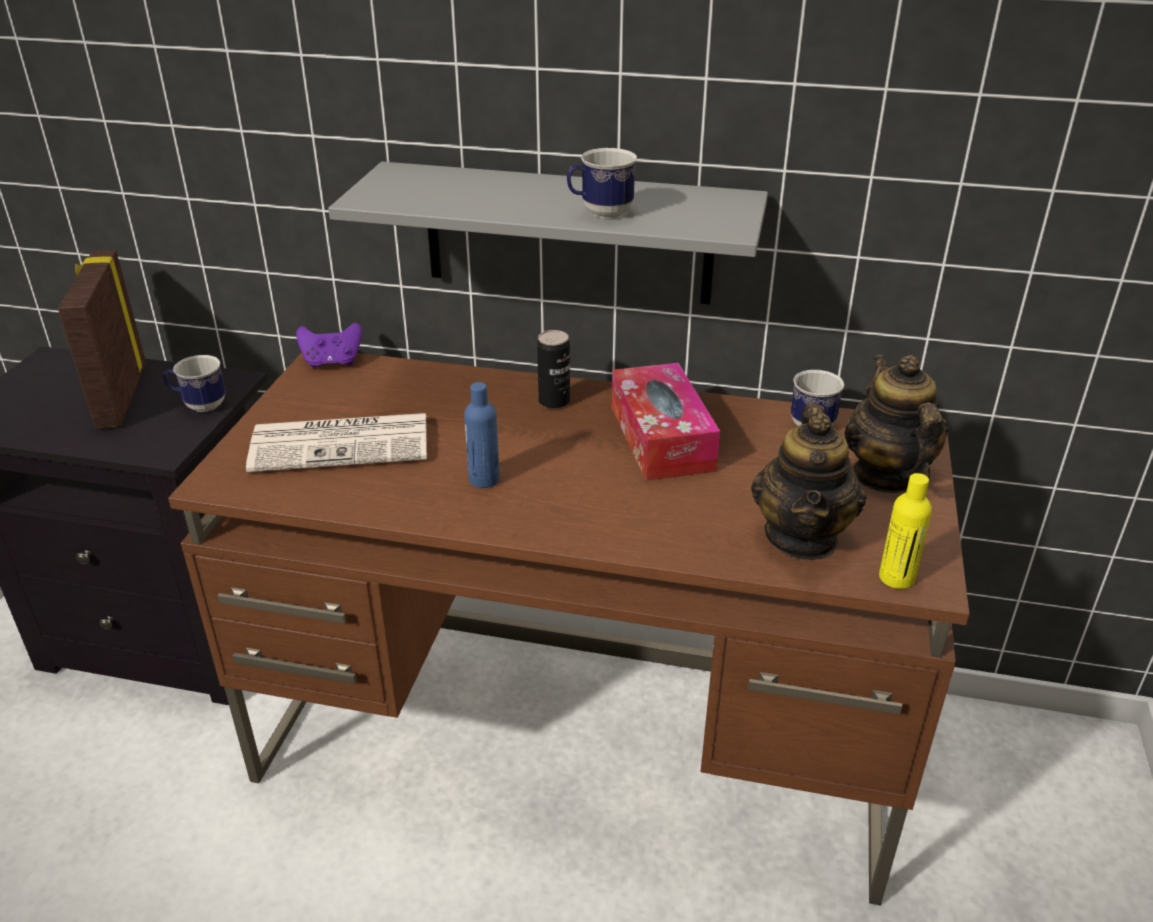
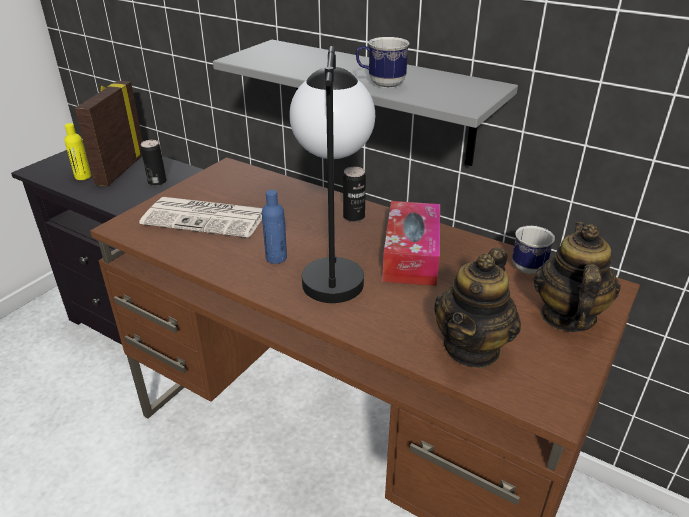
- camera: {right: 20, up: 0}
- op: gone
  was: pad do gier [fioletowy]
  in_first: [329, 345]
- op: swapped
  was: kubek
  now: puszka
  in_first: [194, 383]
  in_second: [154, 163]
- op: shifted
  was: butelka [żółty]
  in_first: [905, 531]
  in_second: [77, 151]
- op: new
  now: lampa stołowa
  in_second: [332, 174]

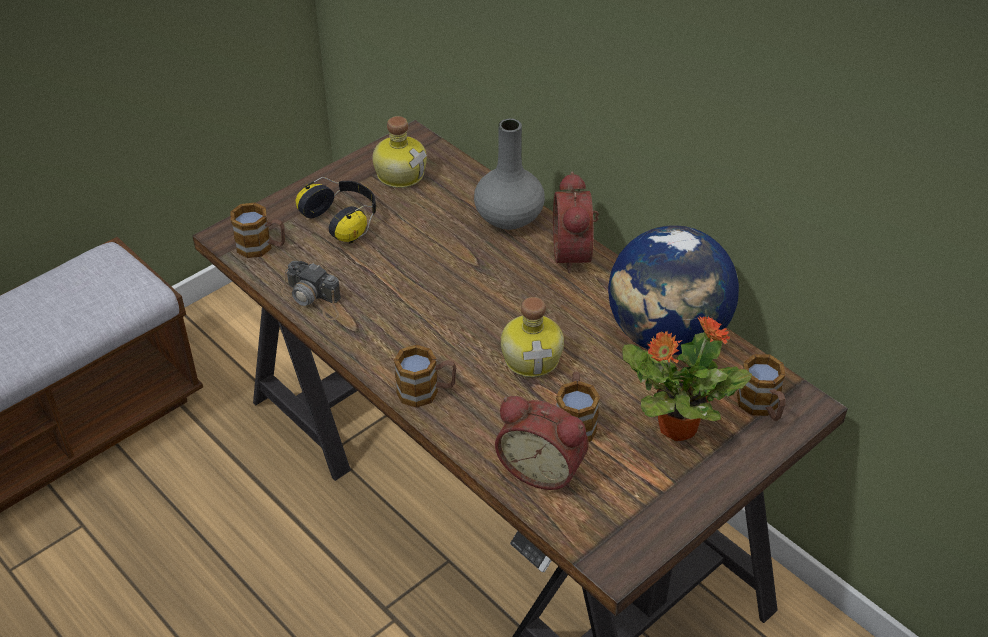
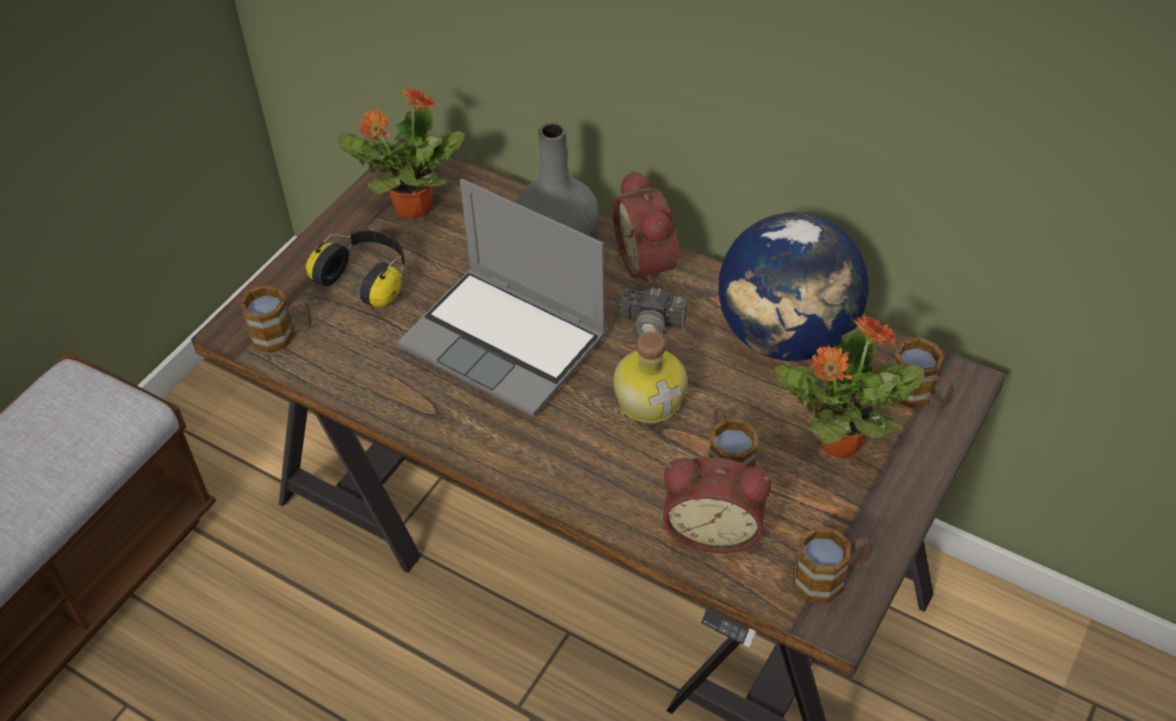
- camera: {right: -15, up: 5}
- op: swapped
  was: butelka
  now: roślina doniczkowa
  in_first: [399, 152]
  in_second: [401, 153]
- op: shifted
  was: aparat fotograficzny
  in_first: [311, 290]
  in_second: [655, 318]
- op: shifted
  was: kubek
  in_first: [425, 376]
  in_second: [832, 565]
- op: new
  now: laptop
  in_second: [501, 298]

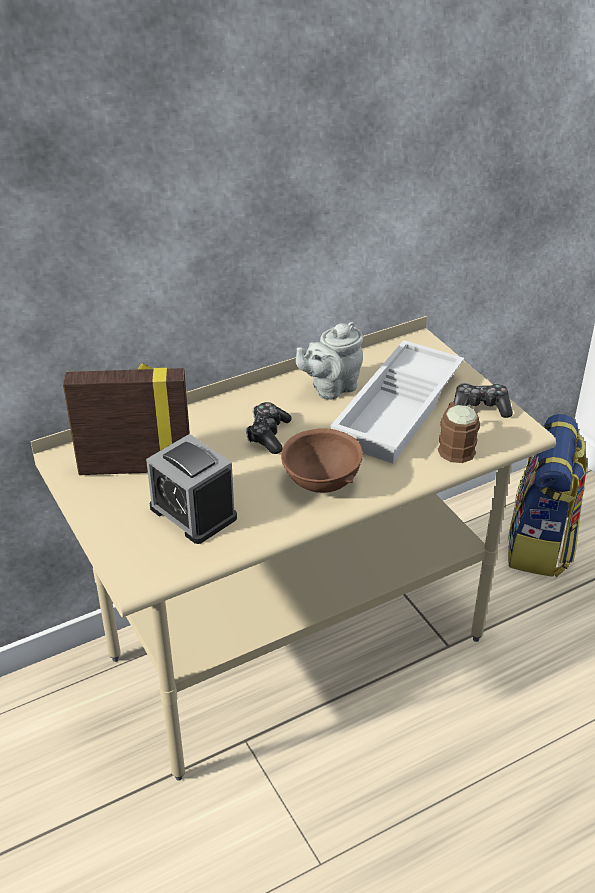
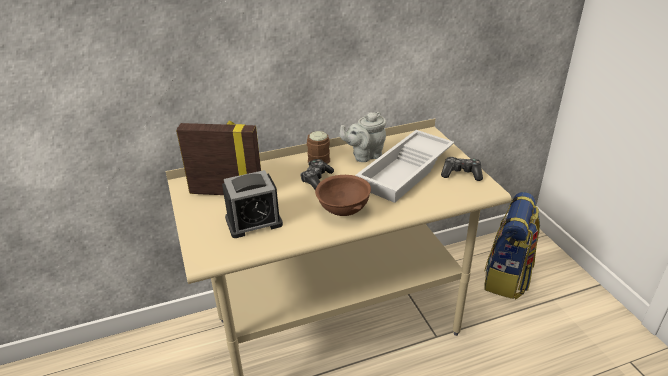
- camera: {right: 10, up: -5}
- op: shifted
  was: kubek [brązowy]
  in_first: [459, 432]
  in_second: [318, 147]
- op: rotated
  was: budzik
  in_first: [191, 489]
  in_second: [252, 204]
  clockwise: -75

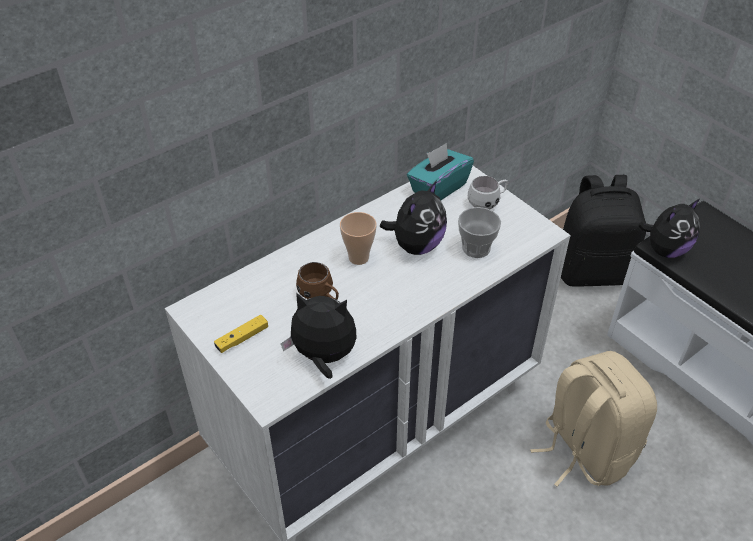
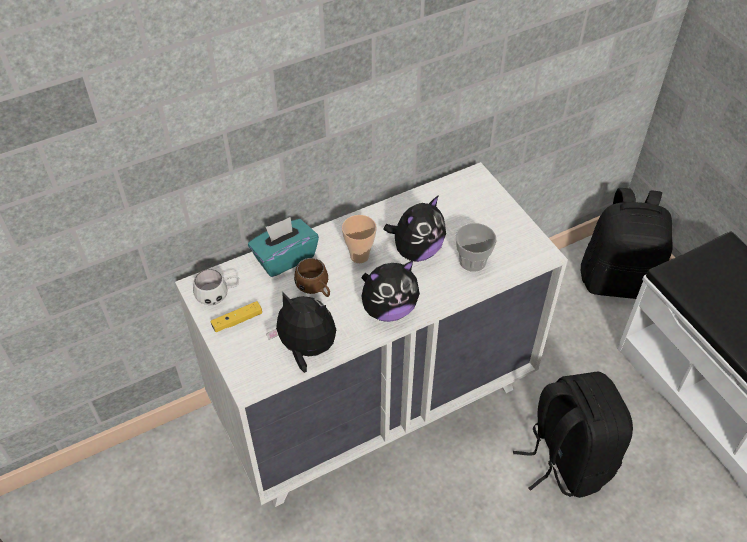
- camera: {right: 10, up: 5}
- op: shifted
  was: pudełko chusteczek [turkusowy]
  in_first: [440, 171]
  in_second: [283, 247]
- op: shifted
  was: kubek [biały]
  in_first: [488, 192]
  in_second: [216, 287]
- op: shifted
  was: pluszak
  in_first: [669, 228]
  in_second: [390, 291]
- op: repainted
  was: plecak [beżowy]
  now: plecak [czarny]
  in_first: [593, 419]
  in_second: [573, 435]

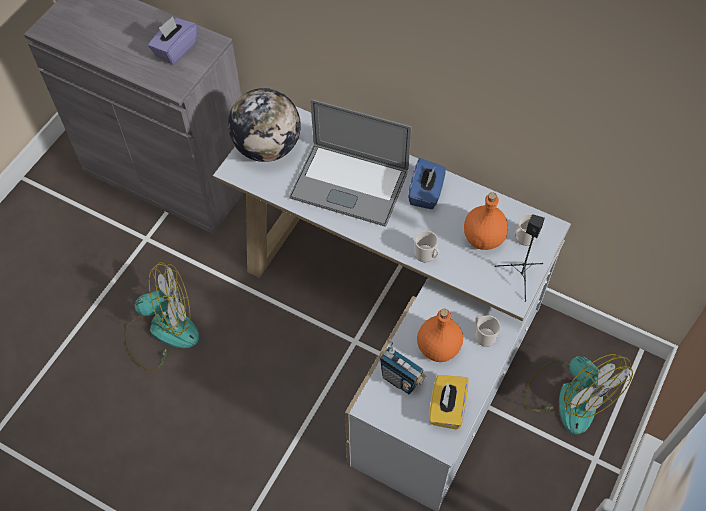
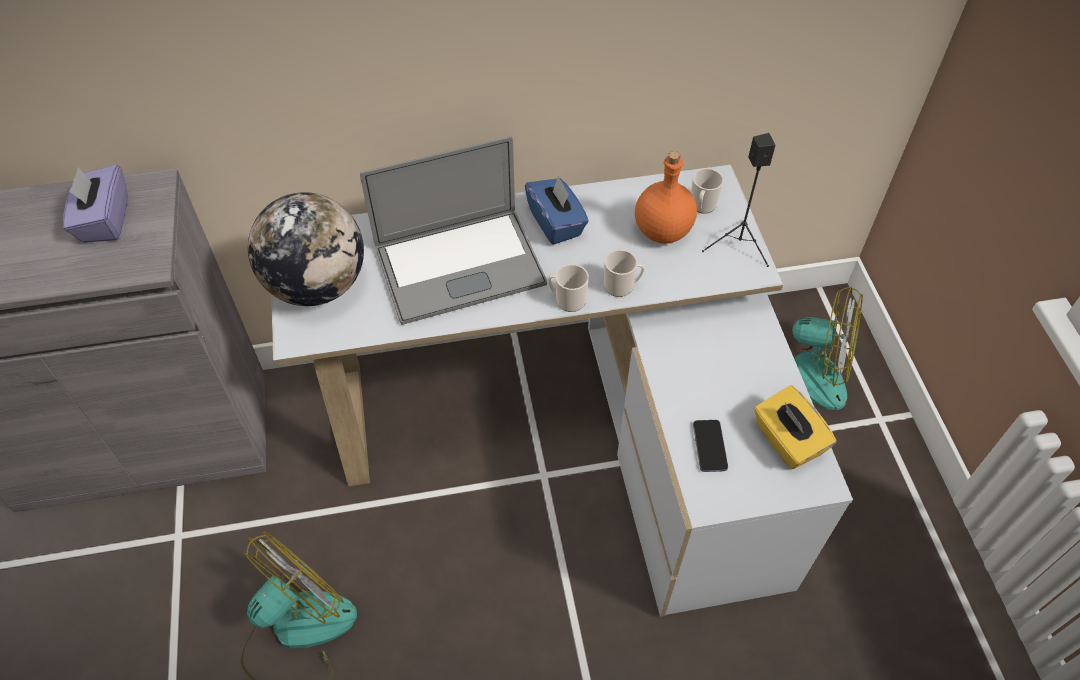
- camera: {right: -40, up: -5}
- op: gone
  was: butelka [pomarańczowy]
  in_first: [440, 335]
- op: shifted
  was: kubek
  in_first: [488, 331]
  in_second: [568, 288]
- op: swapped
  was: radio
  now: telefon
  in_first: [402, 367]
  in_second: [710, 446]

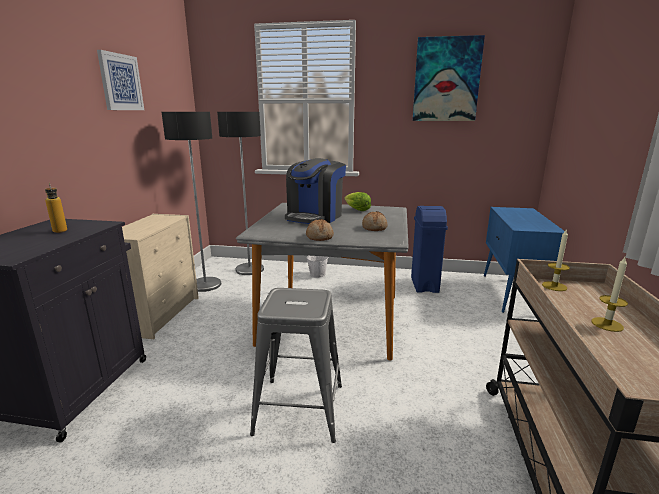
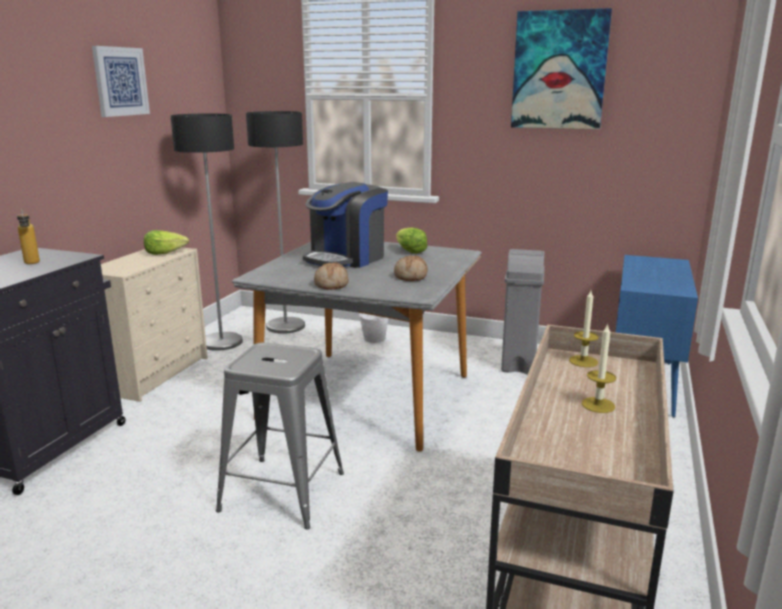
- camera: {right: 10, up: 0}
- op: repainted
  was: kosz na śmieci [niebieski]
  now: kosz na śmieci [szary]
  in_first: [429, 249]
  in_second: [523, 311]
- op: new
  now: sałata
  in_second: [166, 242]

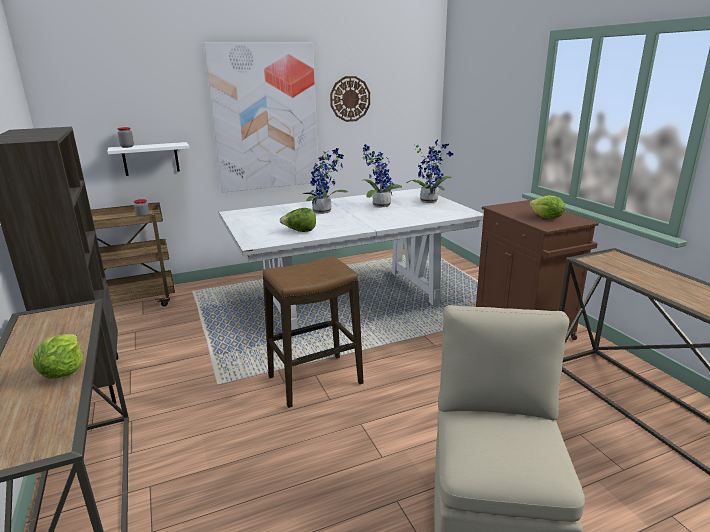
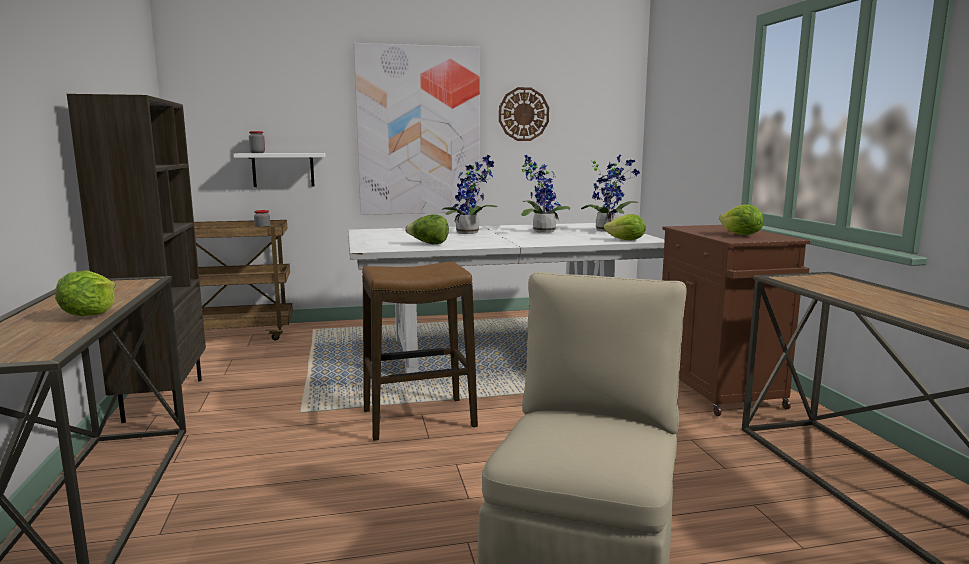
- camera: {right: 10, up: -10}
- op: new
  now: sałata
  in_second: [625, 227]

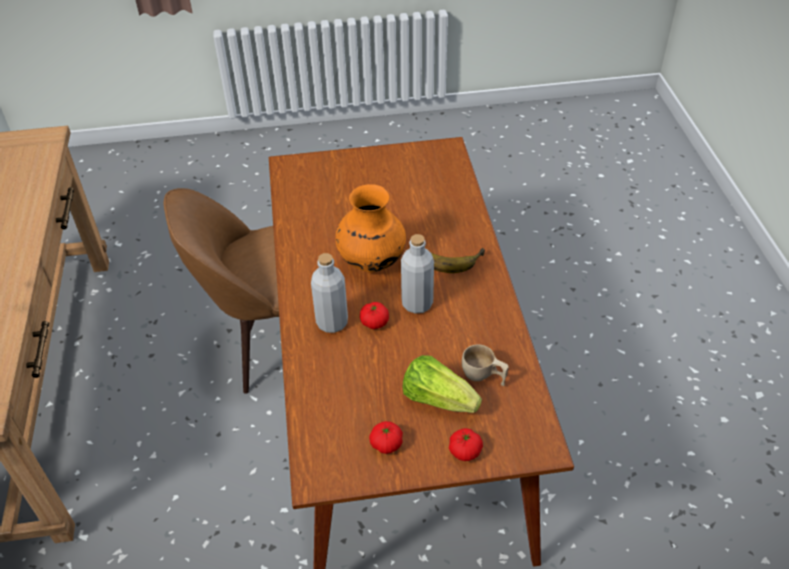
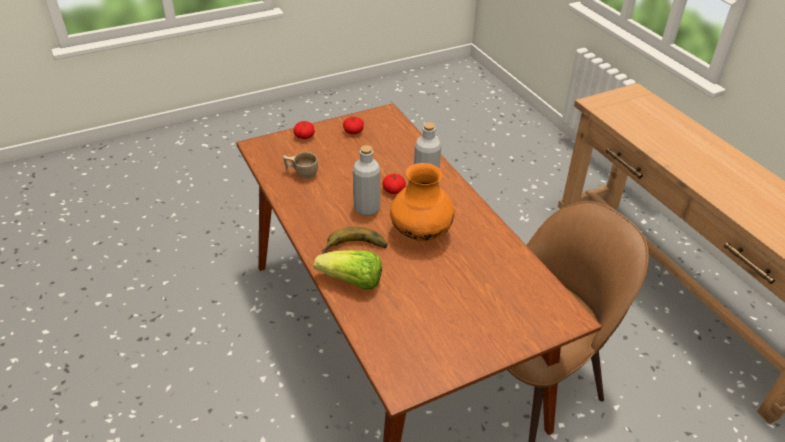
- camera: {right: 160, up: -5}
- op: shifted
  was: sałata
  in_first: [442, 384]
  in_second: [348, 270]

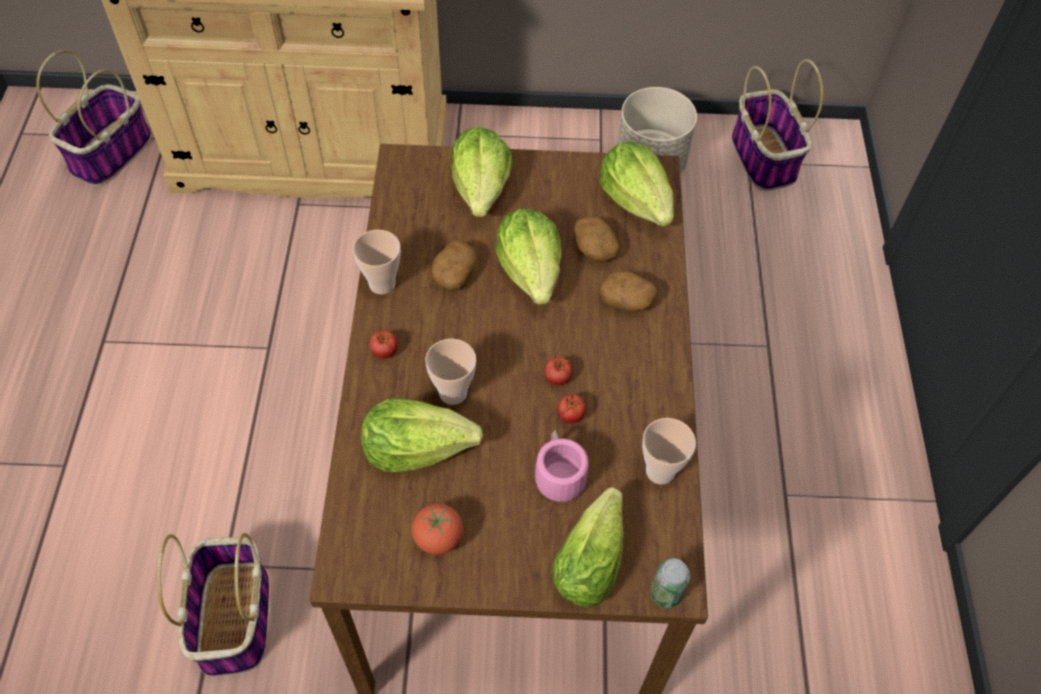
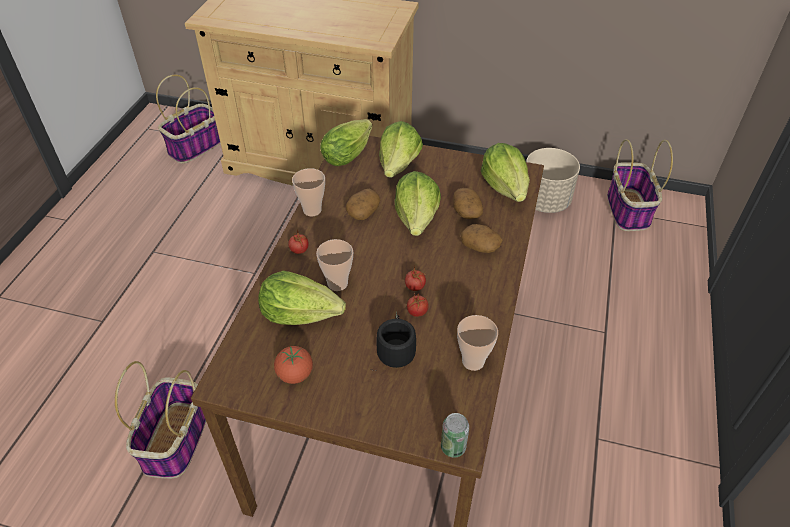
- camera: {right: 15, up: -10}
- op: repainted
  was: kubek [różowy]
  now: kubek [czarny]
  in_first: [561, 470]
  in_second: [396, 340]
- op: shifted
  was: sałata
  in_first: [587, 547]
  in_second: [346, 142]

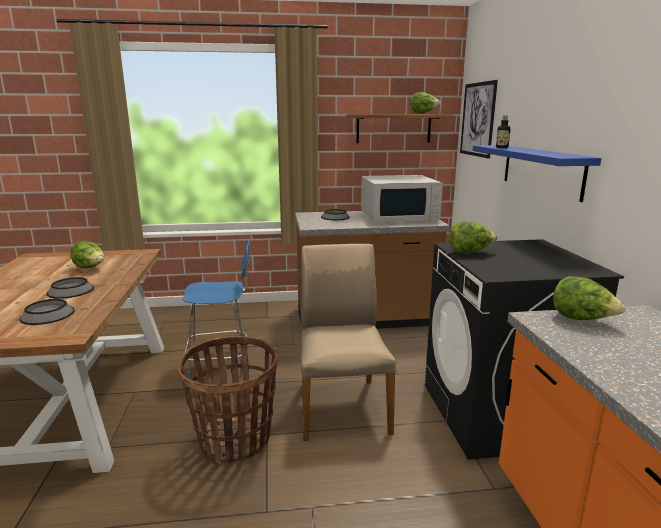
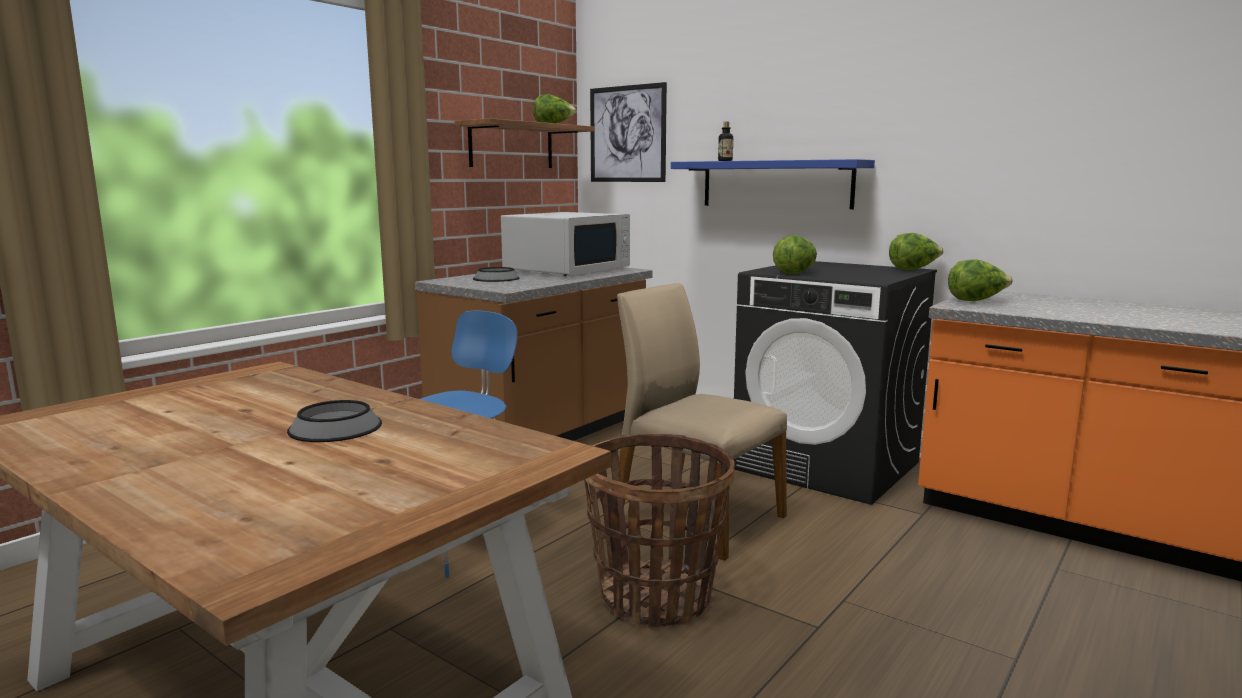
- camera: {right: -45, up: -5}
- op: shifted
  was: sałata
  in_first: [87, 254]
  in_second: [916, 251]
- op: gone
  was: miska
  in_first: [47, 312]

